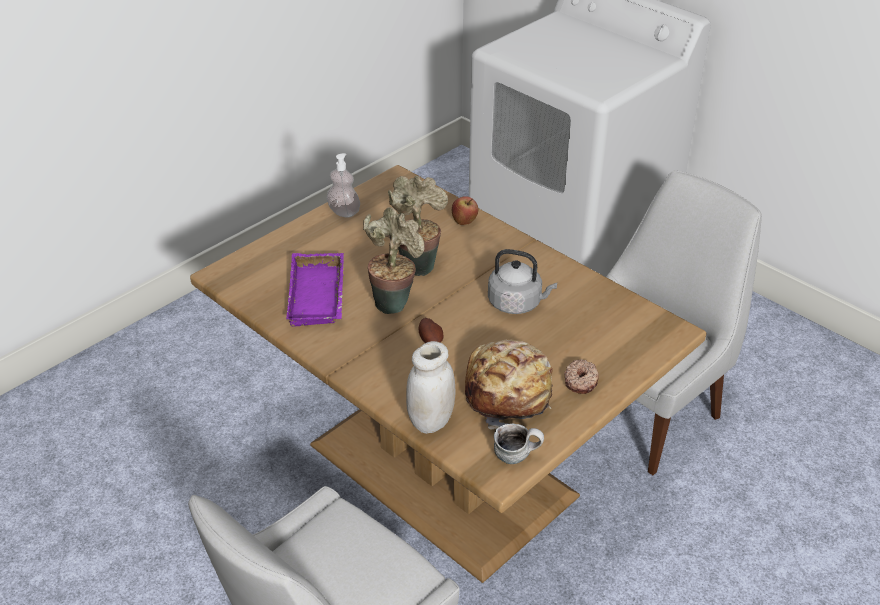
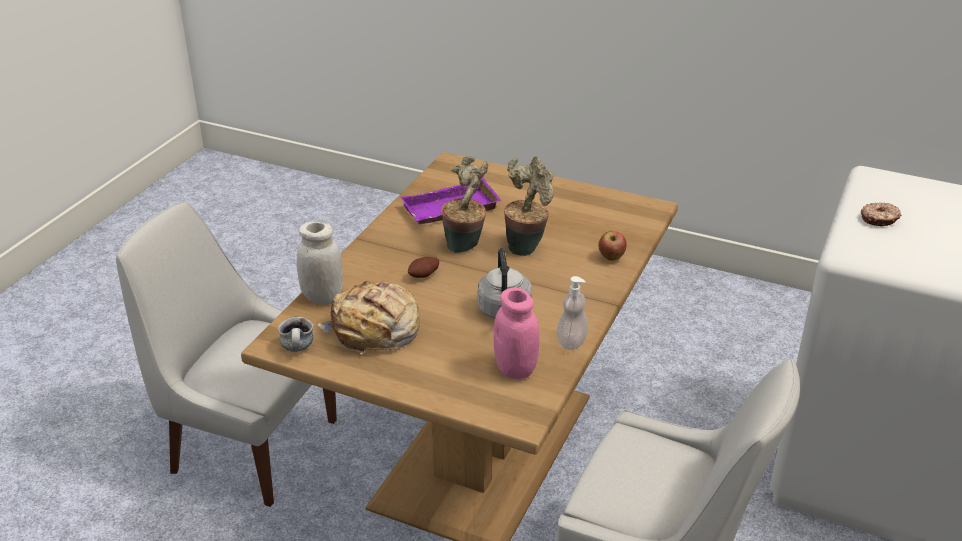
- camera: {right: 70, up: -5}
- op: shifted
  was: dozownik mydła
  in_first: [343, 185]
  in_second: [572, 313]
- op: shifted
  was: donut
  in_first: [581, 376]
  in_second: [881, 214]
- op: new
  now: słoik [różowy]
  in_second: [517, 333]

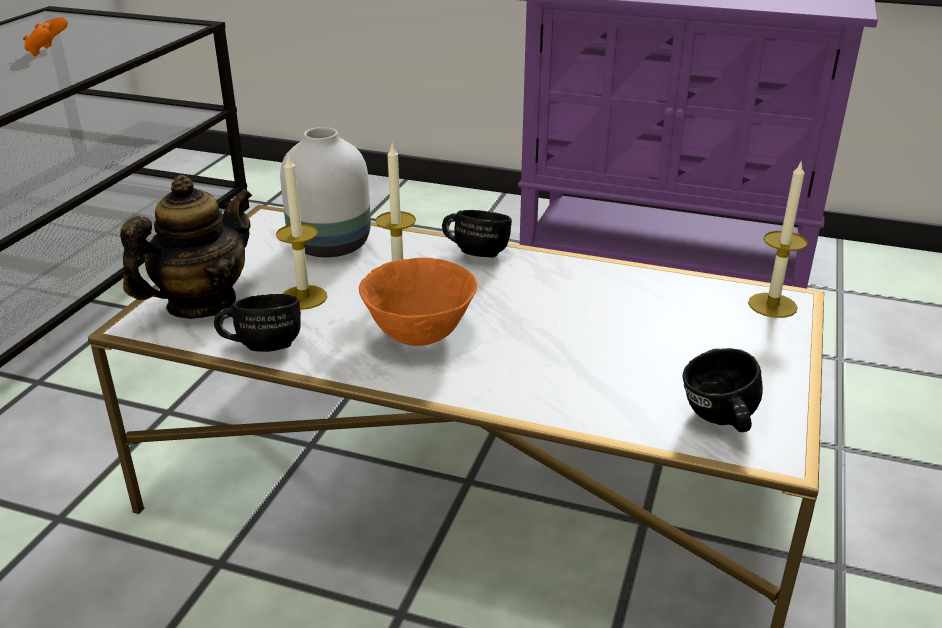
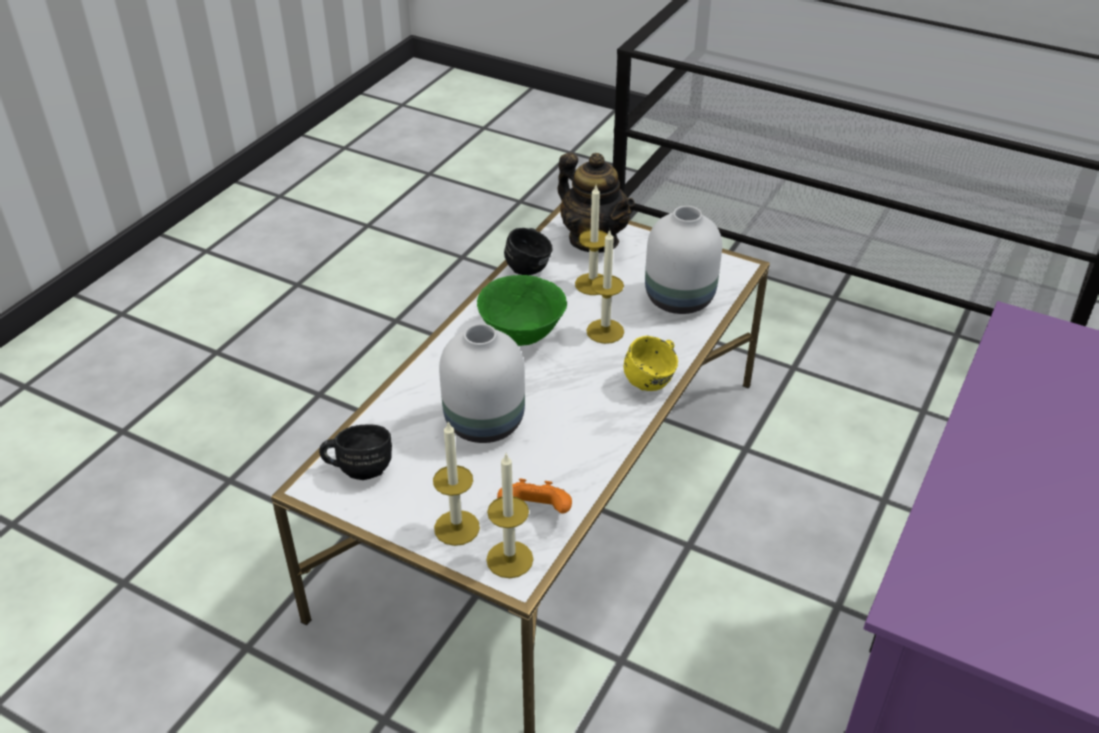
- camera: {right: 100, up: 10}
- op: shifted
  was: pad do gier [pomarańczowy]
  in_first: [45, 37]
  in_second: [534, 496]
- op: repainted
  was: kubek [czarny]
  now: kubek [żółty]
  in_first: [477, 233]
  in_second: [651, 363]
- op: repainted
  was: miska [pomarańczowy]
  now: miska [zielony]
  in_first: [418, 302]
  in_second: [522, 310]
- op: new
  now: wazon [biały]
  in_second: [482, 383]
- op: new
  now: świeca
  in_second: [456, 483]

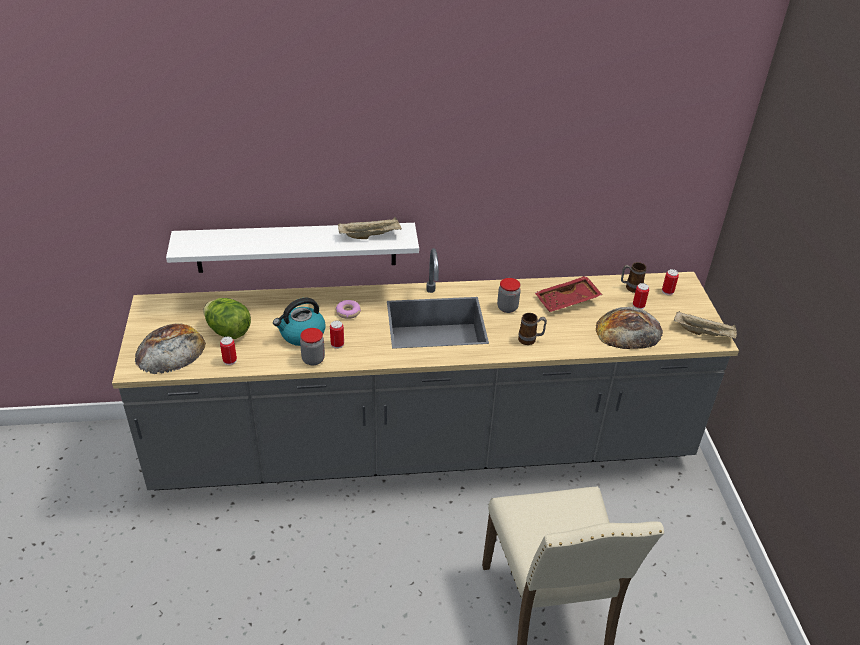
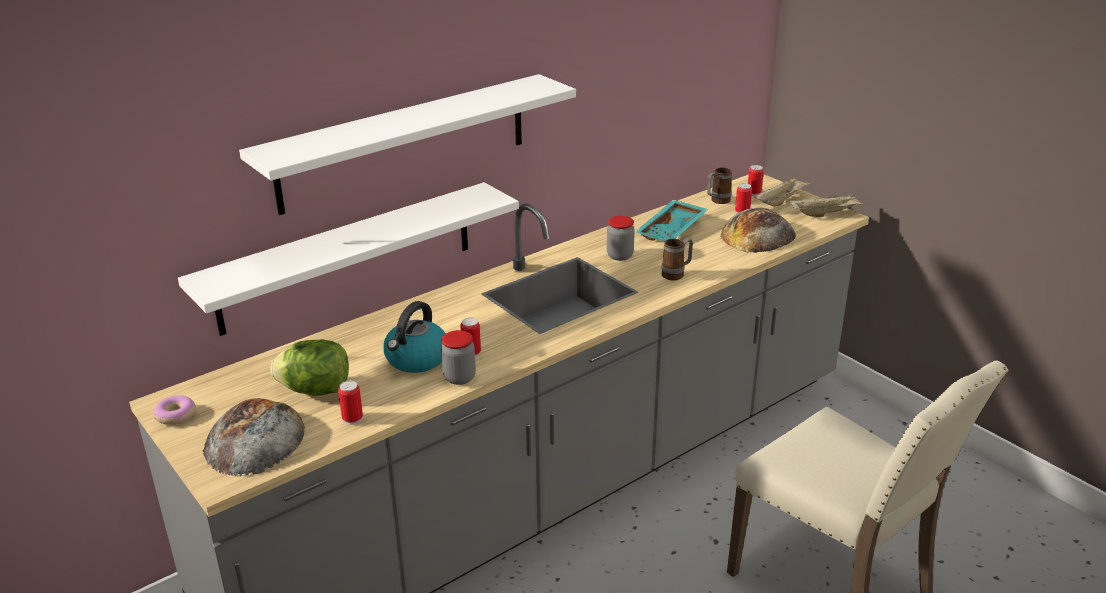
- camera: {right: -30, up: -10}
- op: shifted
  was: taca [beżowy]
  in_first: [370, 228]
  in_second: [782, 191]
- op: repainted
  was: taca [czerwony]
  now: taca [turkusowy]
  in_first: [568, 294]
  in_second: [671, 220]
- op: shifted
  was: donut
  in_first: [348, 309]
  in_second: [175, 410]
- op: new
  now: półka [biały]
  in_second: [407, 144]

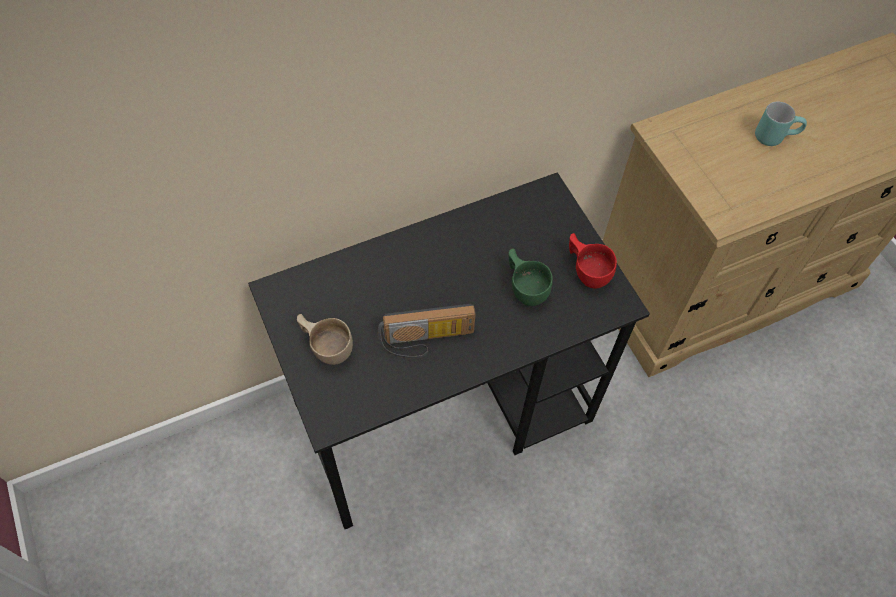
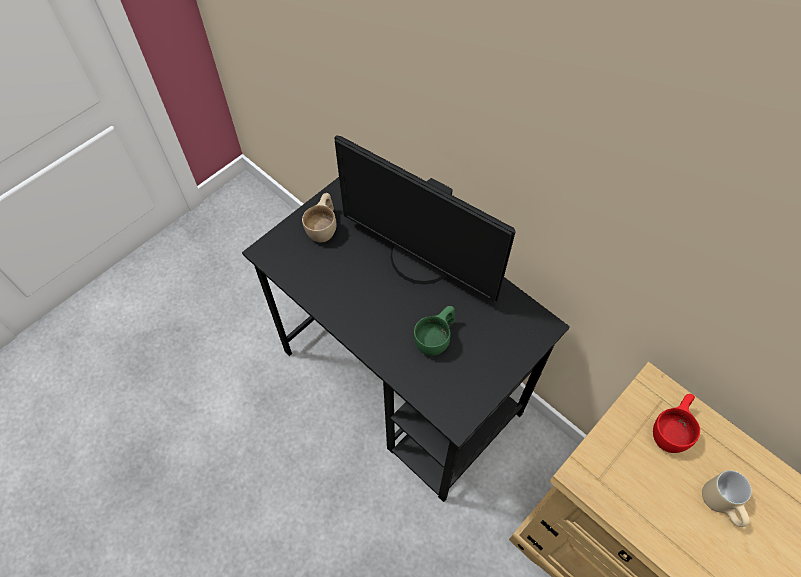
- camera: {right: 70, up: 0}
- op: repainted
  was: kubek [turkusowy]
  now: kubek [beżowy]
  in_first: [781, 124]
  in_second: [726, 498]
- op: shifted
  was: filiżanka [czerwony]
  in_first: [593, 260]
  in_second: [676, 423]
- op: gone
  was: radio
  in_first: [427, 331]
- op: new
  now: monitor
  in_second: [425, 218]

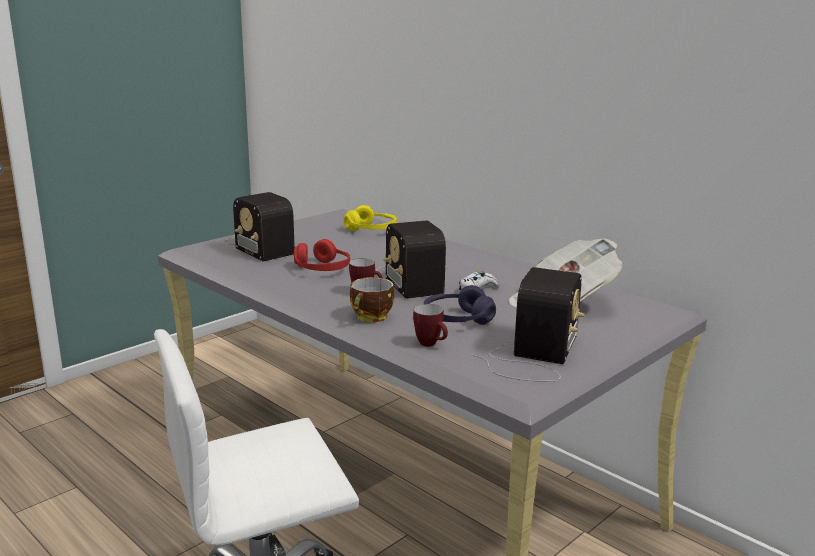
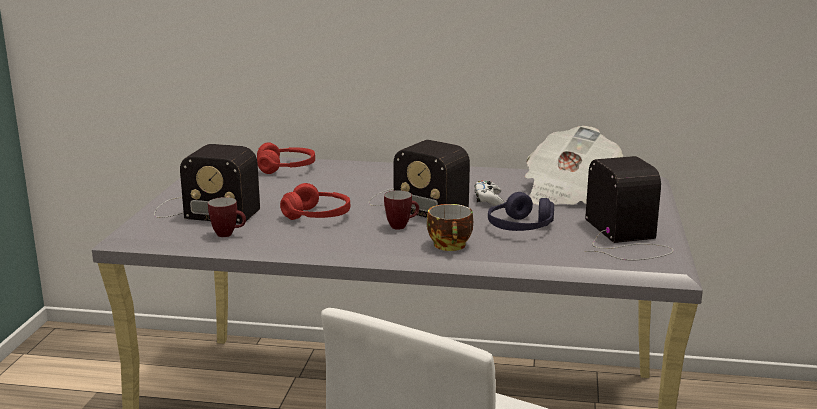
- camera: {right: -35, up: 0}
- op: repainted
  was: słuchawki [żółty]
  now: słuchawki [czerwony]
  in_first: [370, 218]
  in_second: [286, 158]
- op: shifted
  was: kubek
  in_first: [430, 325]
  in_second: [227, 217]

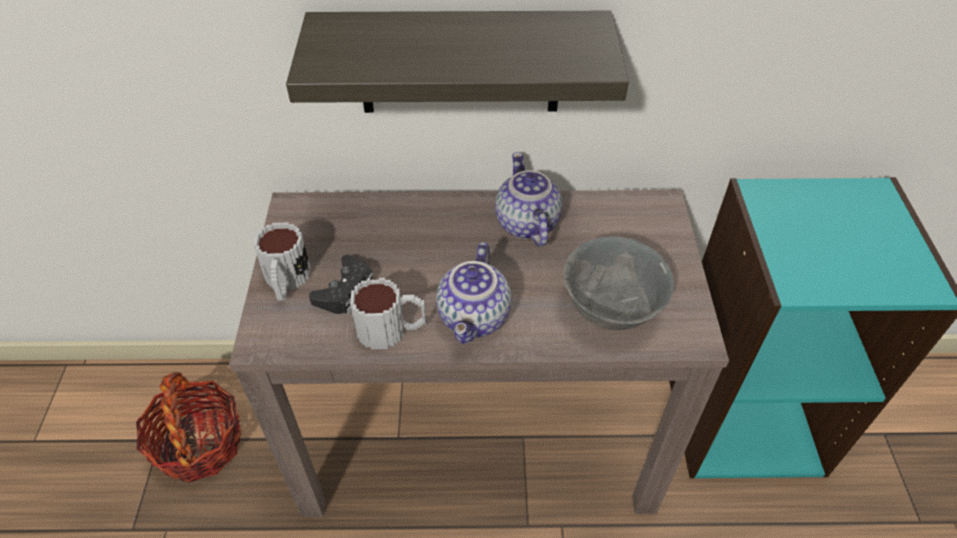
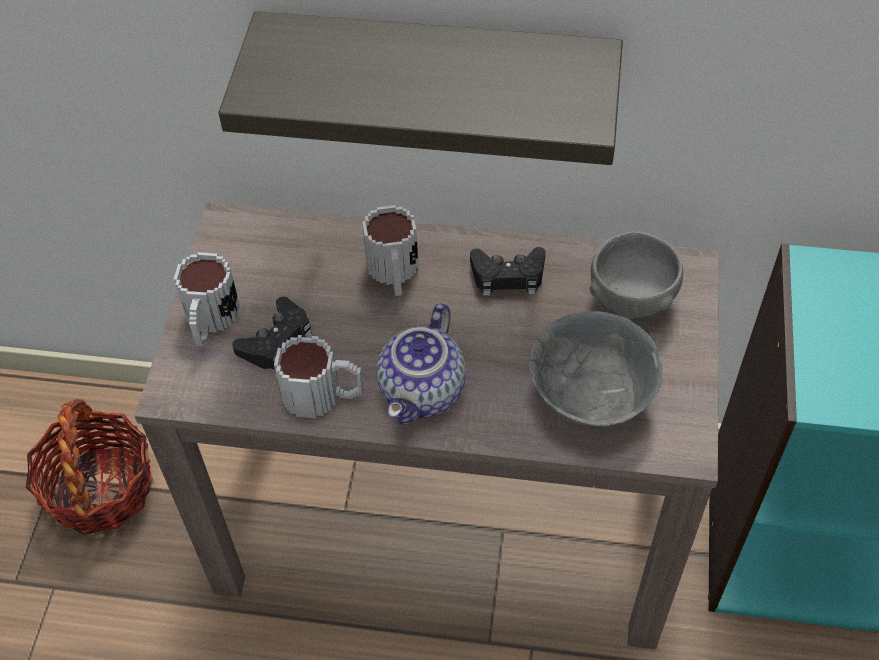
- camera: {right: 10, up: 5}
- op: swapped
  was: imbryk
  now: pad do gier [czarny]
  in_first: [528, 199]
  in_second: [508, 271]
- op: new
  now: kubek
  in_second: [390, 250]
- op: new
  now: miska [szary]
  in_second: [636, 275]

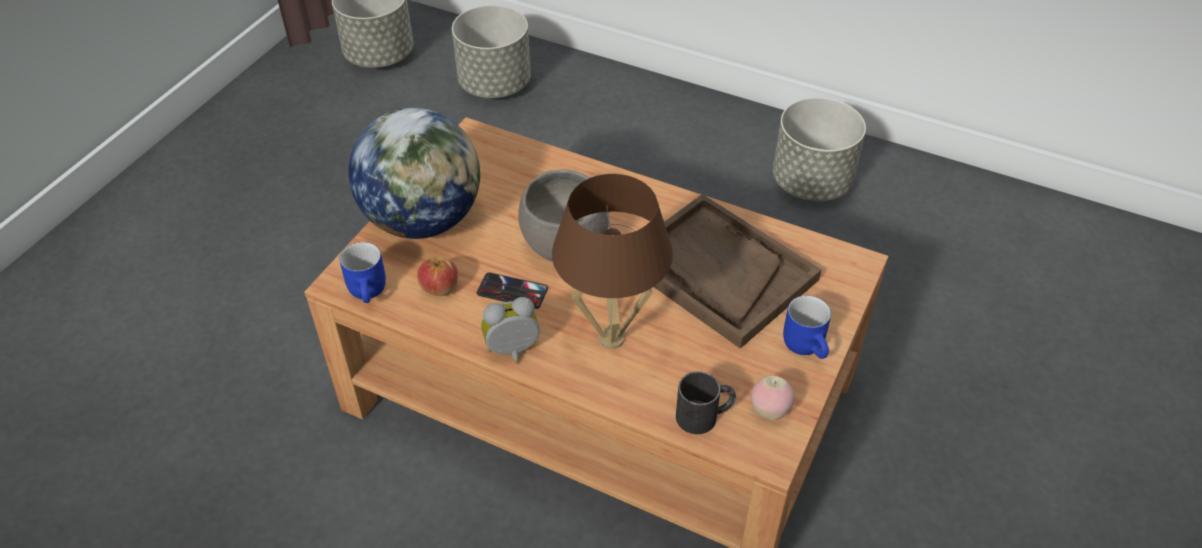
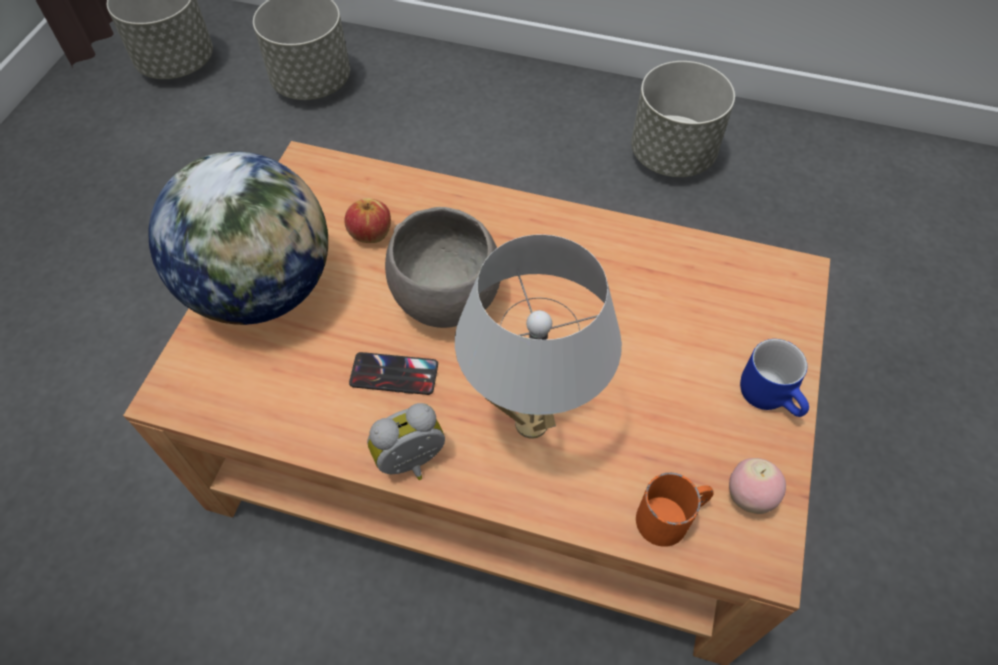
- camera: {right: -10, up: 10}
- op: repainted
  was: lampa stołowa [brązowy]
  now: lampa stołowa [biały]
  in_first: [612, 261]
  in_second: [538, 336]
- op: gone
  was: taca [brązowy]
  in_first: [737, 271]
- op: gone
  was: kubek [niebieski]
  in_first: [362, 272]
- op: shifted
  was: jabłko
  in_first: [437, 276]
  in_second: [367, 220]
- op: repainted
  was: kubek [czarny]
  now: kubek [pomarańczowy]
  in_first: [706, 402]
  in_second: [675, 510]

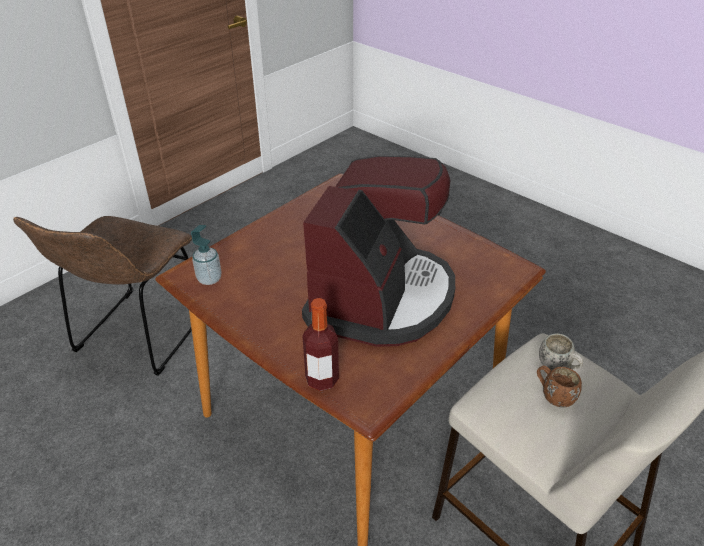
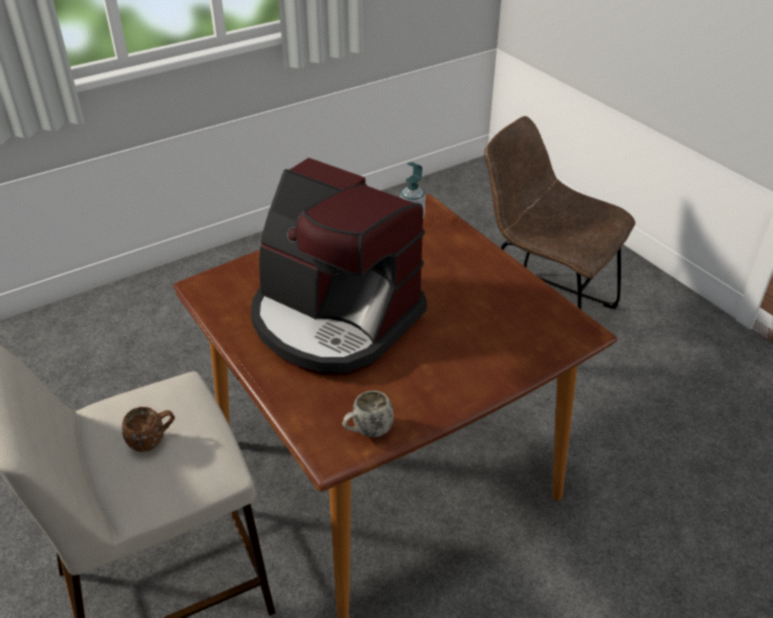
- camera: {right: 105, up: 0}
- op: gone
  was: butelka
  in_first: [320, 344]
- op: shifted
  was: kubek [biały]
  in_first: [561, 351]
  in_second: [368, 413]

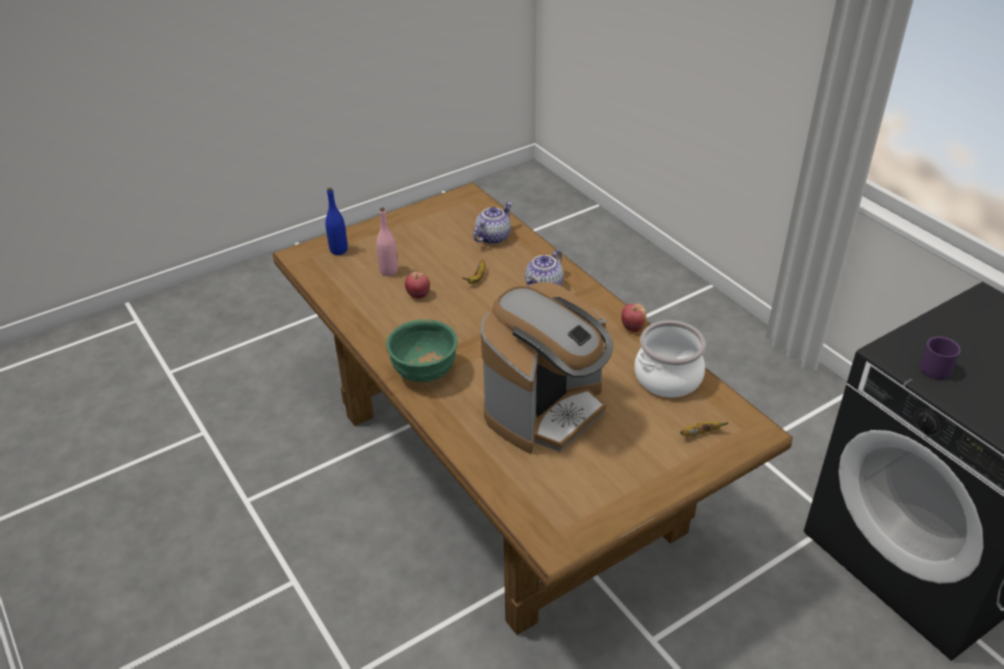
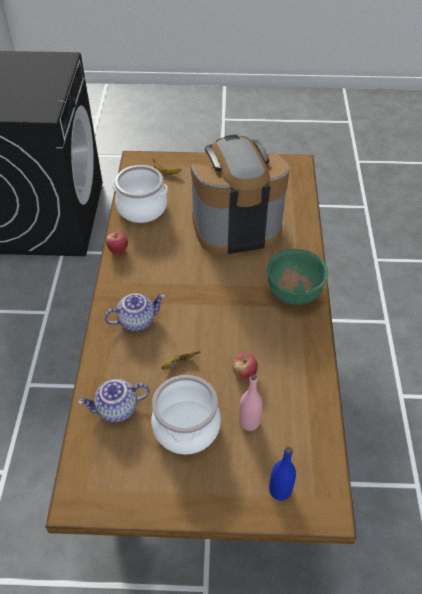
- camera: {right: -145, up: 10}
- op: gone
  was: kubek [fioletowy]
  in_first: [940, 358]
- op: new
  now: garnek
  in_second: [186, 415]

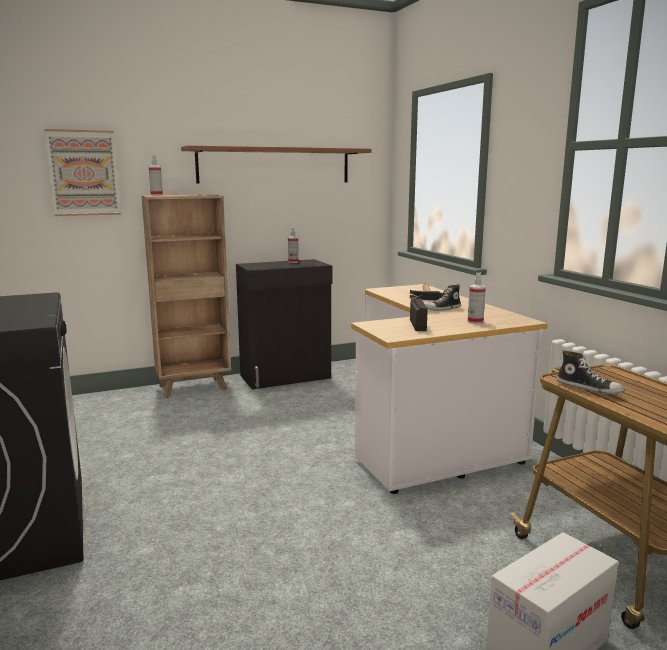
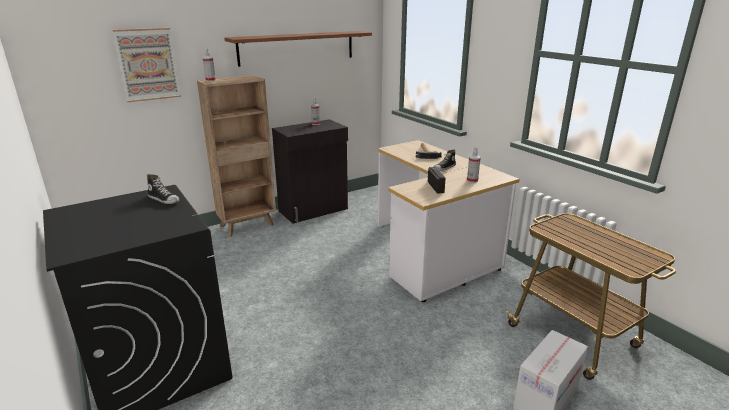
- camera: {right: -10, up: 10}
- op: shifted
  was: but
  in_first: [591, 372]
  in_second: [163, 189]

